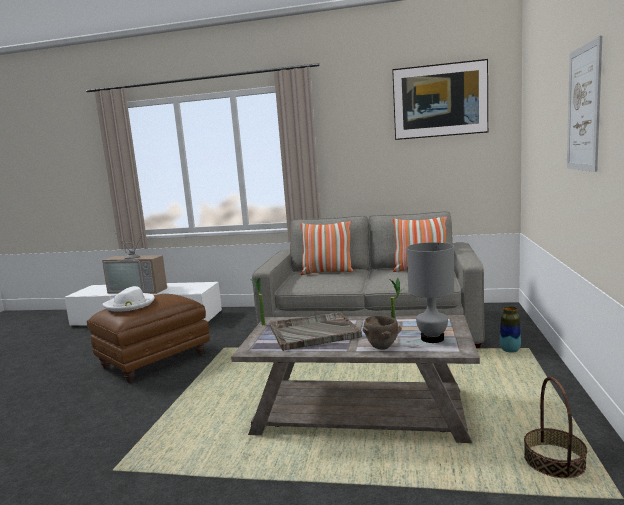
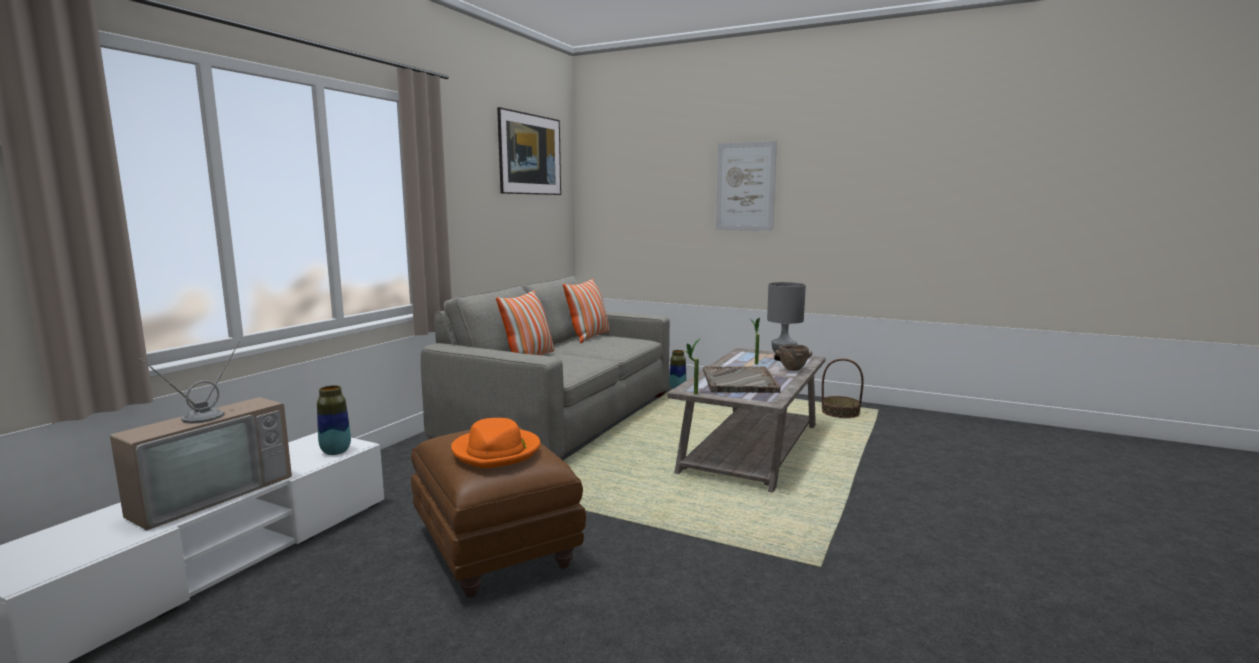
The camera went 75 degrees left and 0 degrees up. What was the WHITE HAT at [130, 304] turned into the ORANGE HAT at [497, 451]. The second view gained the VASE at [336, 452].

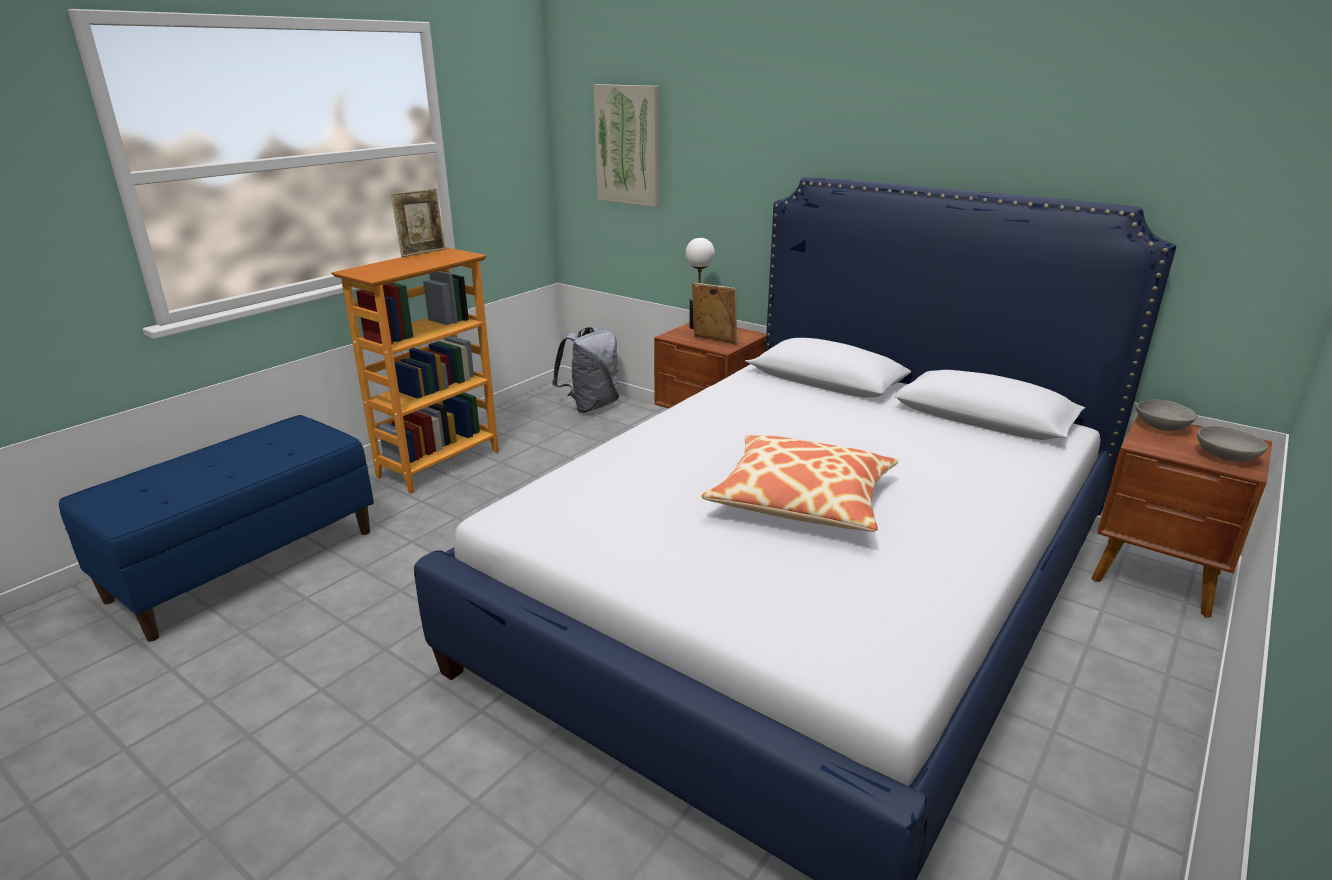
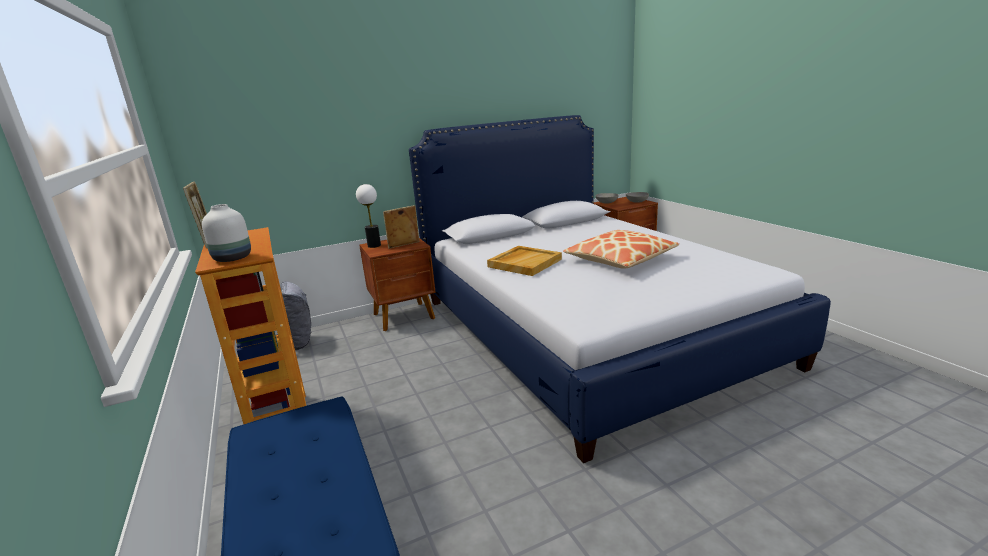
The camera went 60 degrees left and 5 degrees down. The second view lost the PICTURE at [628, 145]. The second view gained the WHITE VASE at [234, 258]. The second view gained the BEIGE TRAY at [524, 263].

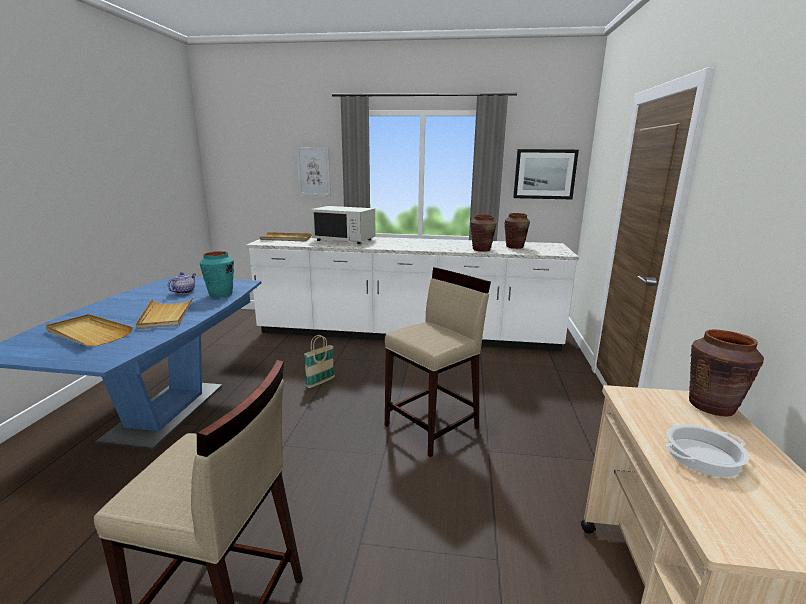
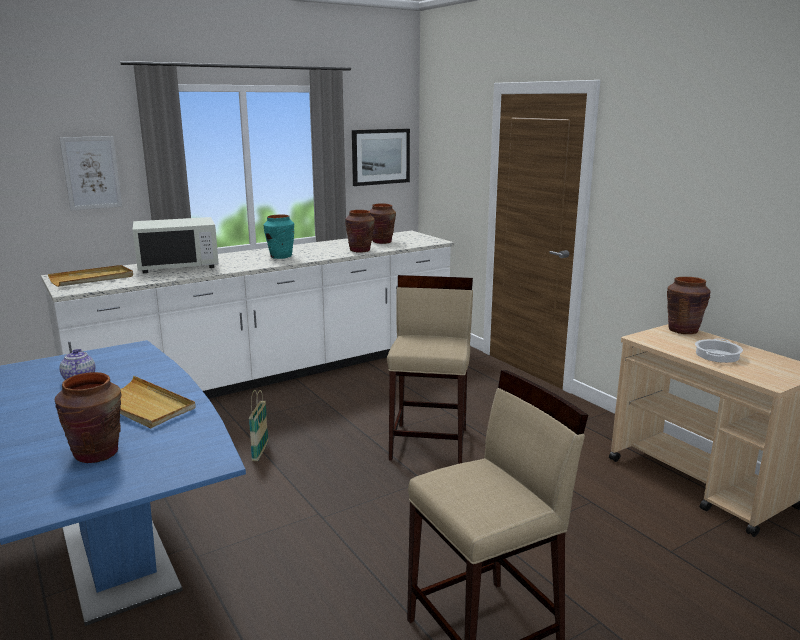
The camera went 40 degrees left and 0 degrees up. The TURQUOISE VASE ended up elsewhere, having gone from [220, 294] to [280, 256]. Where the BEIGE TRAY stood at [88, 333], the BROWN VASE came to stand at [97, 453].

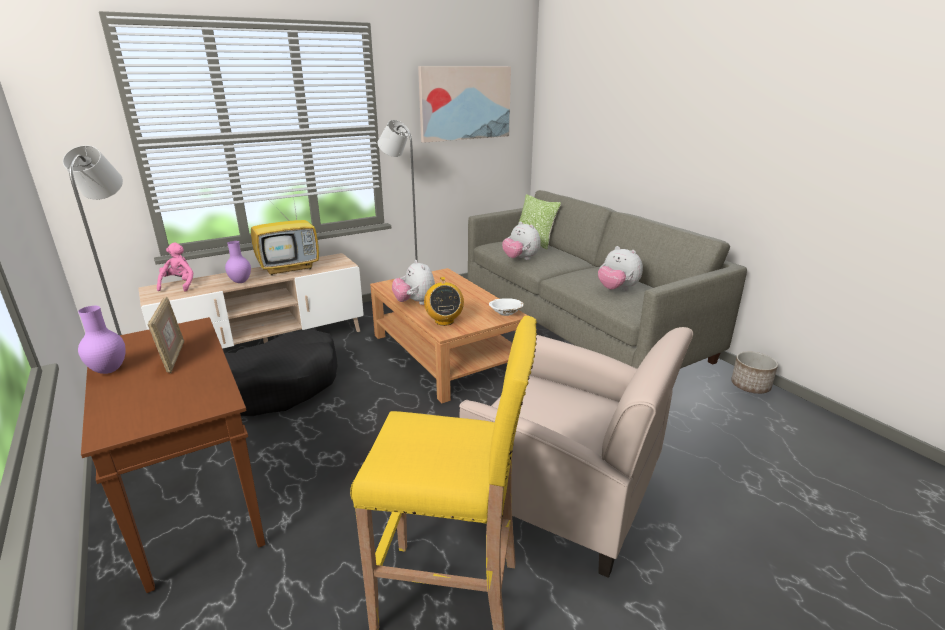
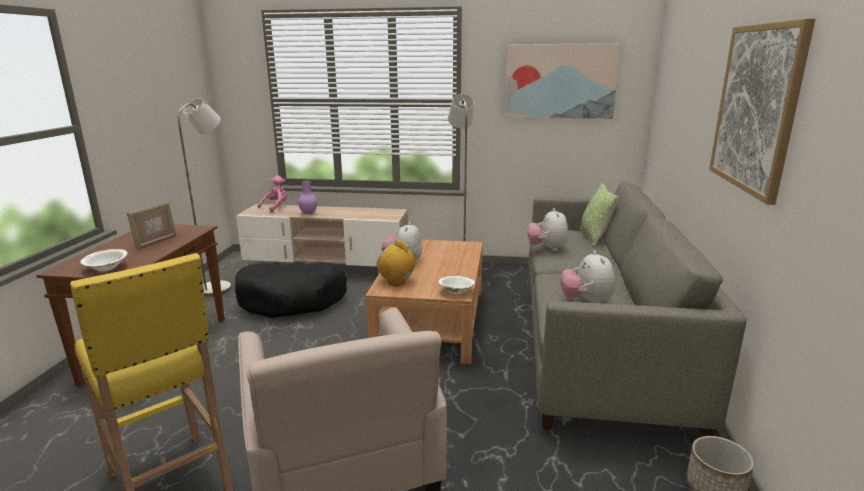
The camera went 40 degrees right and 5 degrees down. The second view lost the TELEVISION at [290, 268]. The RADIO at [444, 321] ended up facing another way, 90 degrees clockwise from before. The second view lost the PURPLE VASE at [110, 370]. The second view gained the PICTURE at [756, 108]. The second view gained the WHITE BOWL at [106, 268].

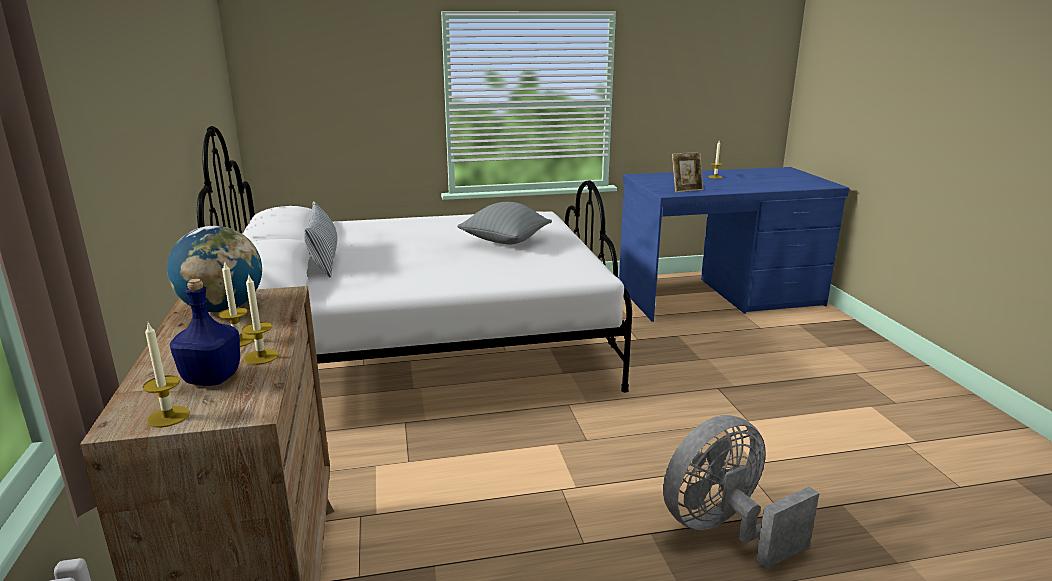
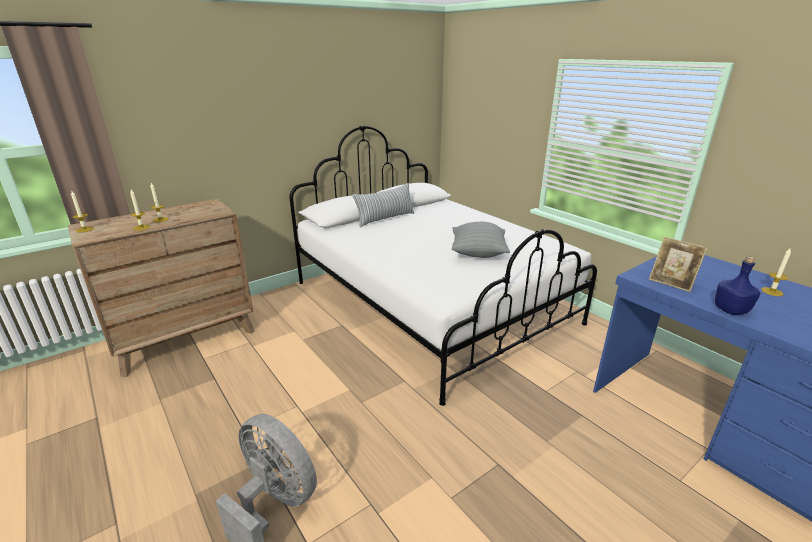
The camera went 65 degrees right and 5 degrees up. The second view lost the GLOBE at [222, 309]. The BLUE BOTTLE ended up elsewhere, having gone from [211, 379] to [730, 310].

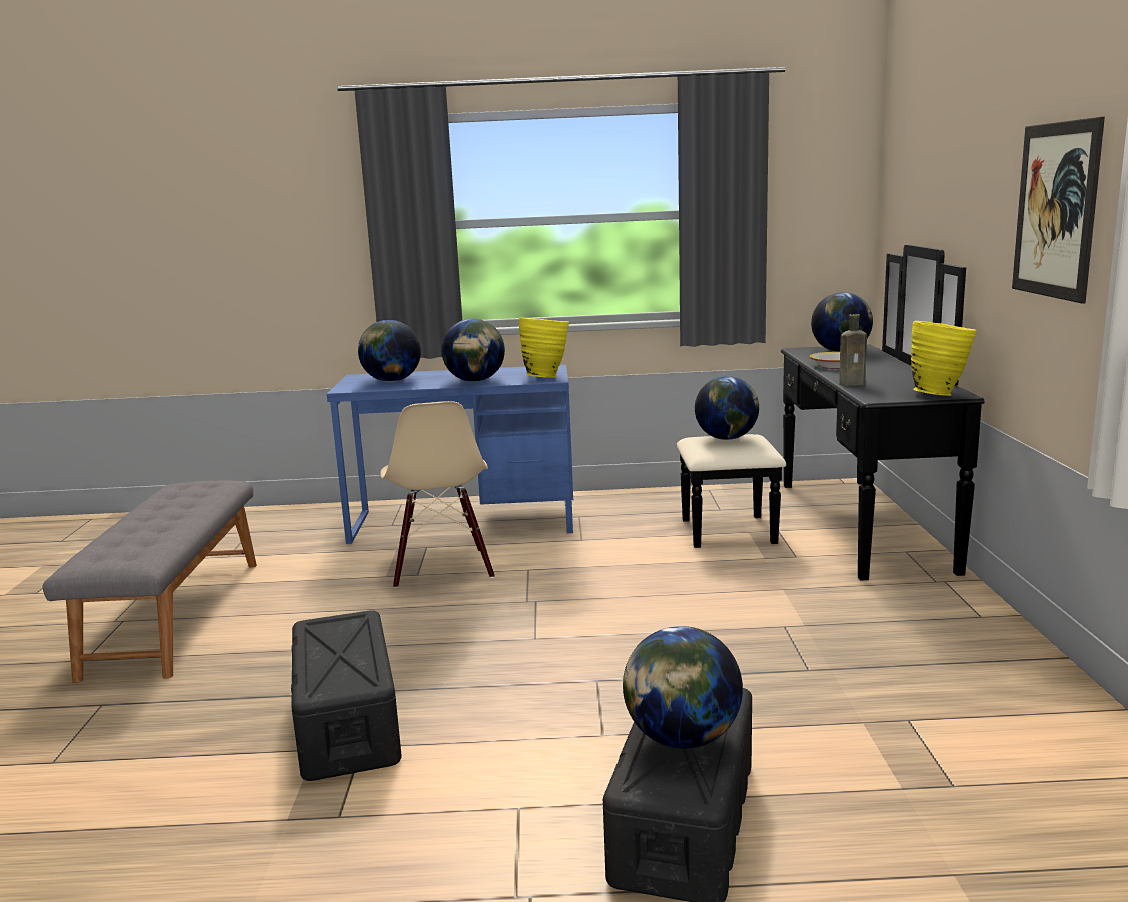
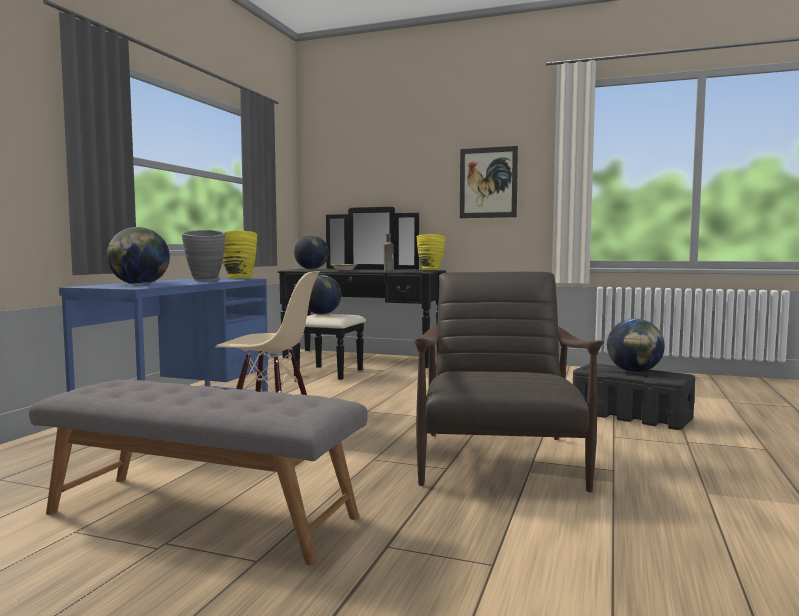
The camera went 70 degrees left and 10 degrees down. Where the GLOBE stood at [475, 381], the GREY VASE came to stand at [205, 281]. Where the BLACK STORAGE BOX stood at [347, 723], the BROWN ARMCHAIR came to stand at [499, 462].

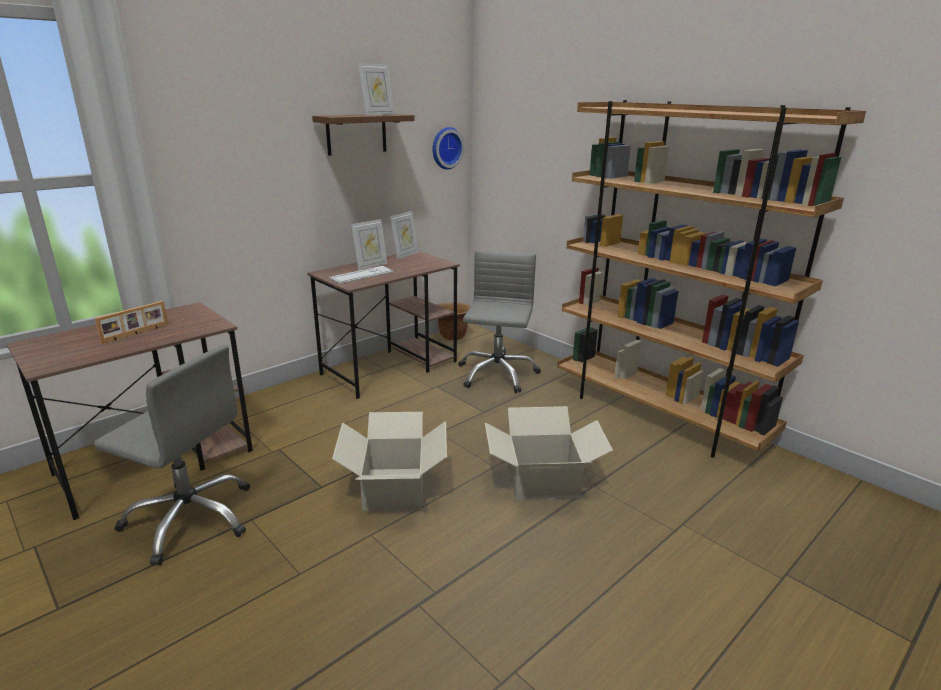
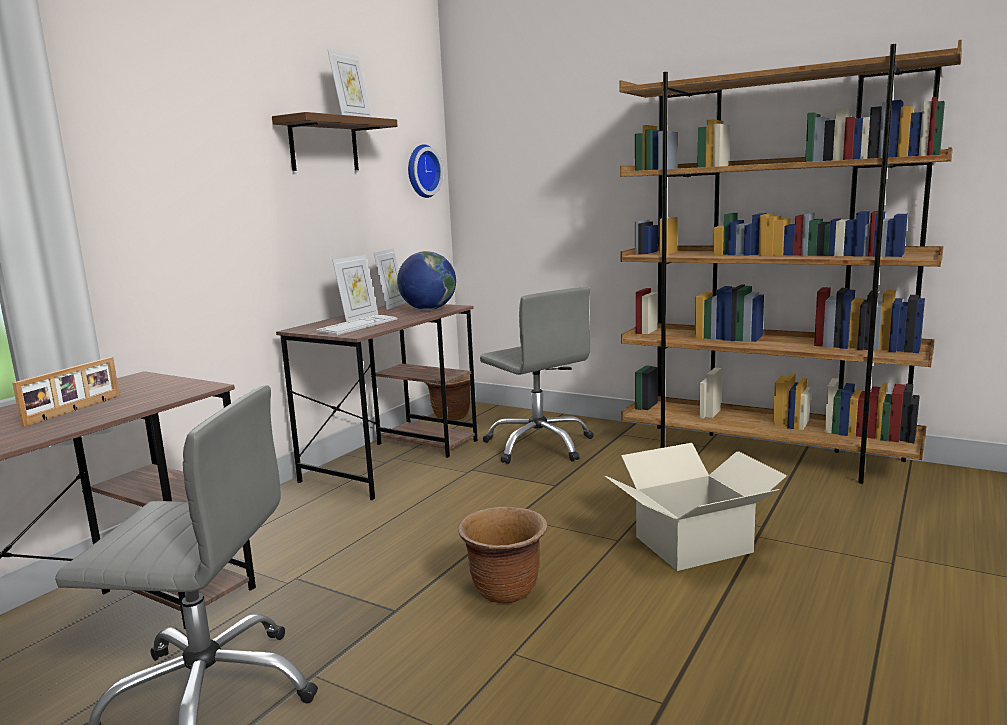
The camera went 15 degrees left and 10 degrees down. The GREY OFFICE CHAIR at [496, 374] ended up facing another way, 150 degrees clockwise from before. Where the CARDBOARD BOX stood at [395, 488], the BROWN PLANTER came to stand at [505, 591]. The second view gained the GLOBE at [428, 309].

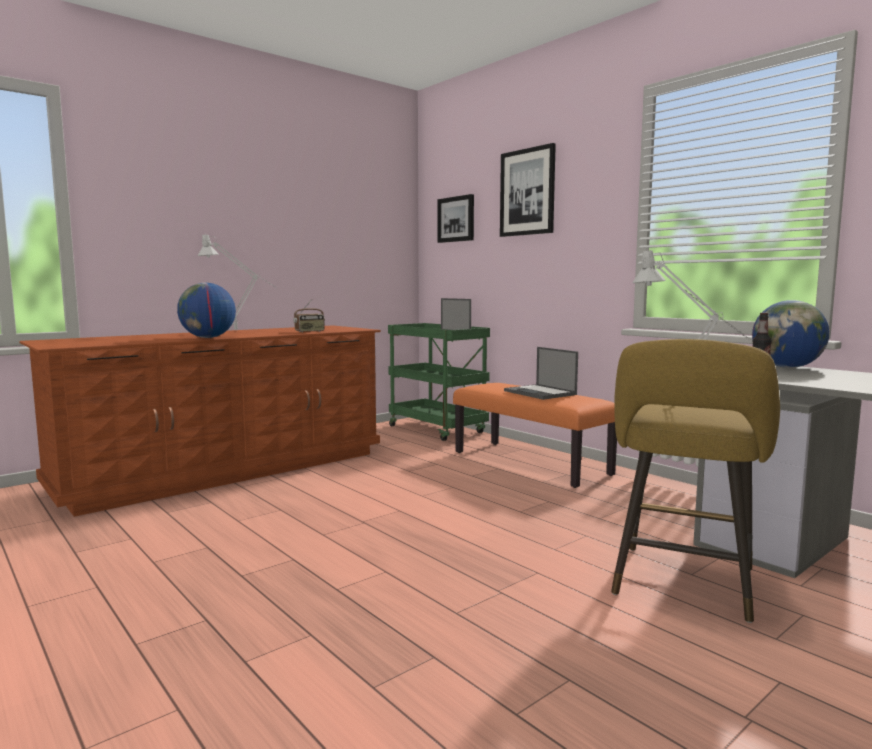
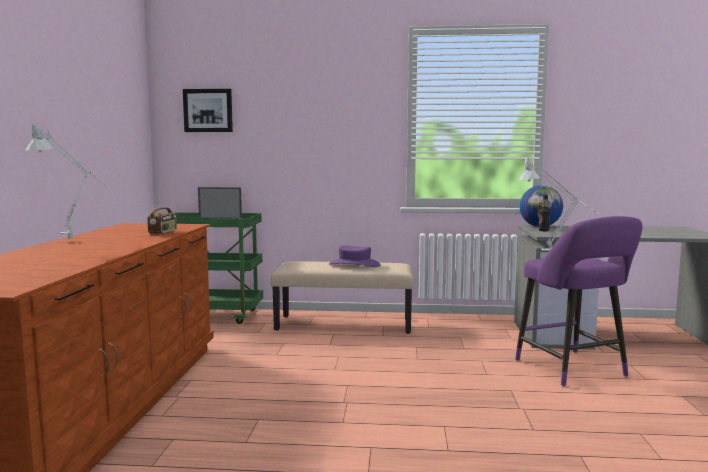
The camera went 45 degrees left and 0 degrees up. The second view lost the PICTURE at [527, 192]. The second view lost the GLOBE at [208, 337]. What was the YELLOW STOOL at [683, 586] turned into the PURPLE STOOL at [574, 370]. Where the LAPTOP stood at [540, 393], the PURPLE HAT came to stand at [354, 264]. What was the ORANGE BENCH at [531, 463] turned into the BEIGE BENCH at [344, 324].

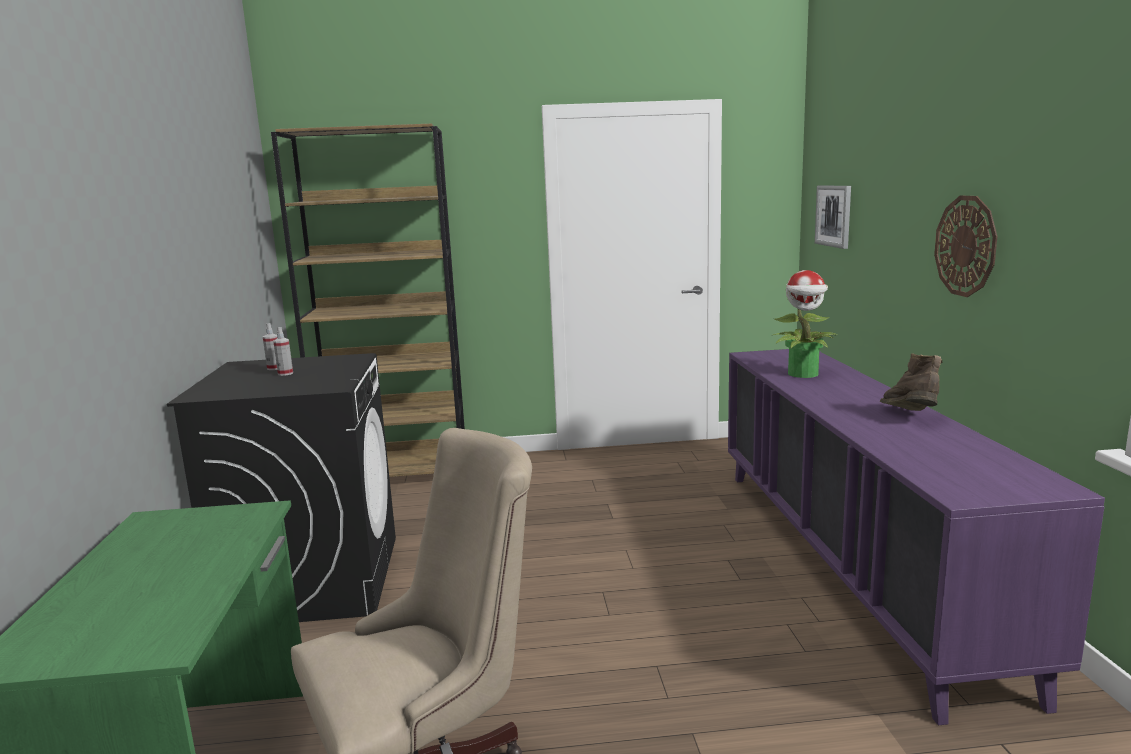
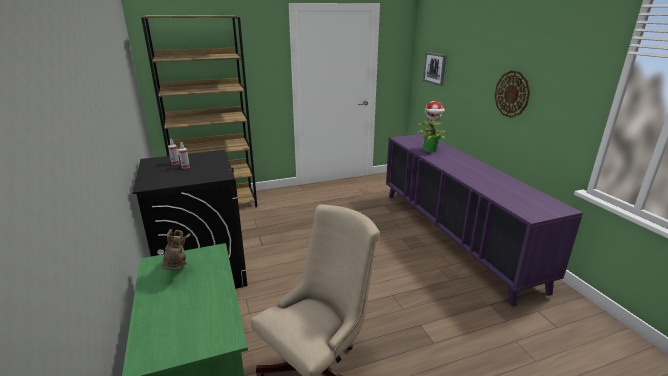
The camera went 15 degrees left and 10 degrees up. The BROWN BOOT ended up elsewhere, having gone from [910, 416] to [177, 270].

